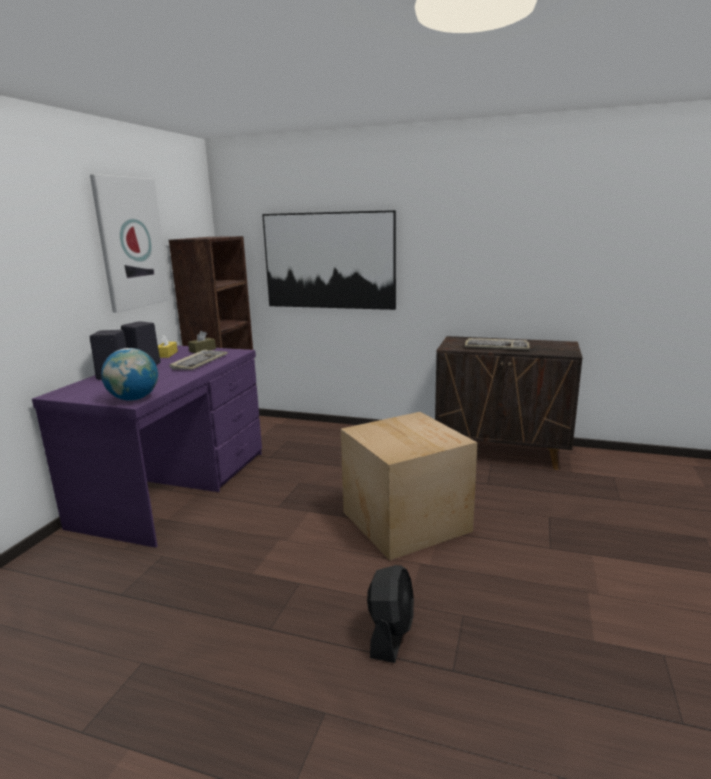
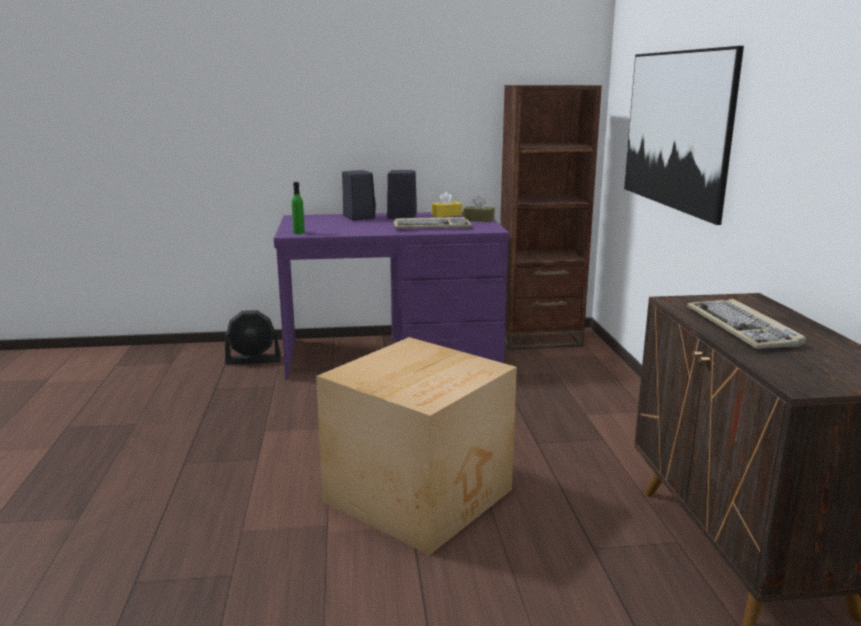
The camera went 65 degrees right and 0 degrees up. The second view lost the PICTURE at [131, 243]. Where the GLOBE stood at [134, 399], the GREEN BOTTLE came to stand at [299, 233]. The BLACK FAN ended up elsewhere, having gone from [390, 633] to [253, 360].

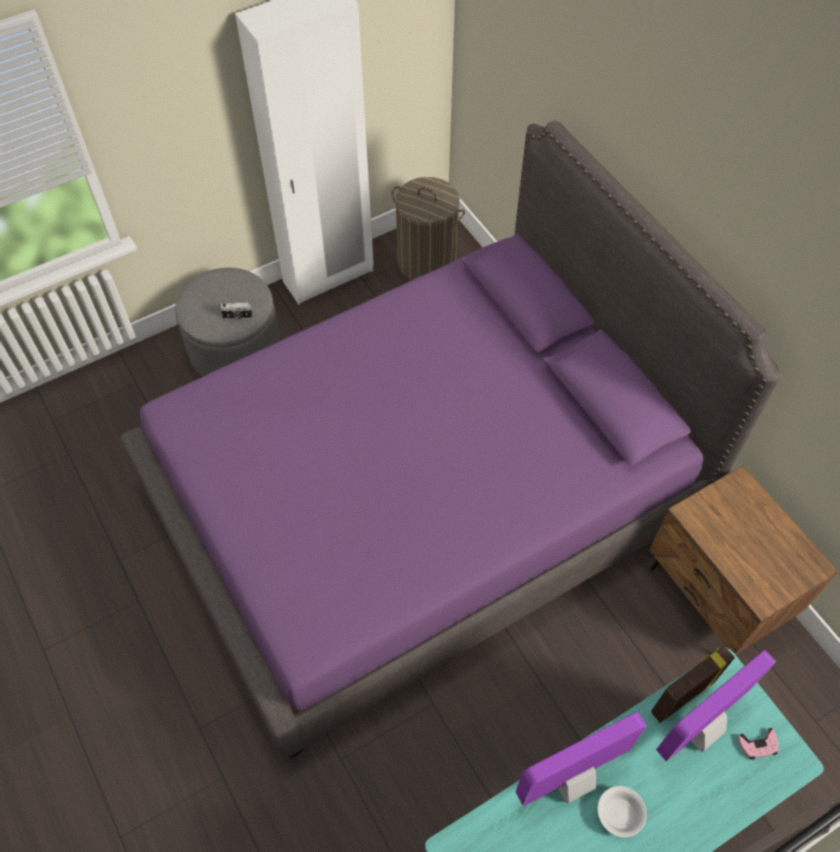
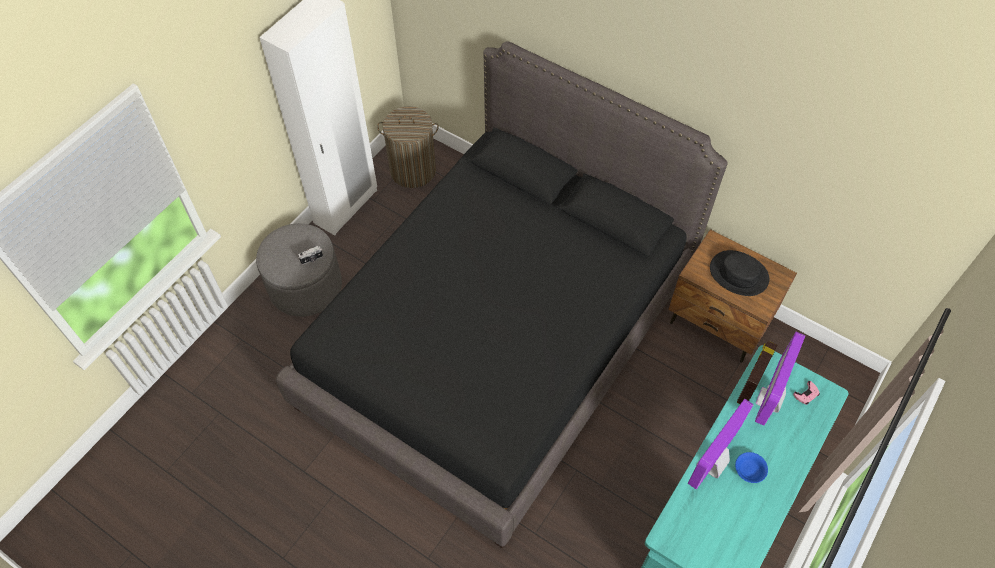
The camera went 25 degrees left and 0 degrees up. What was the PURPLE BED at [420, 501] turned into the BLACK BED at [498, 340]. What was the WHITE BOWL at [619, 813] turned into the BLUE BOWL at [749, 470]. The second view gained the BLACK HAT at [739, 273].

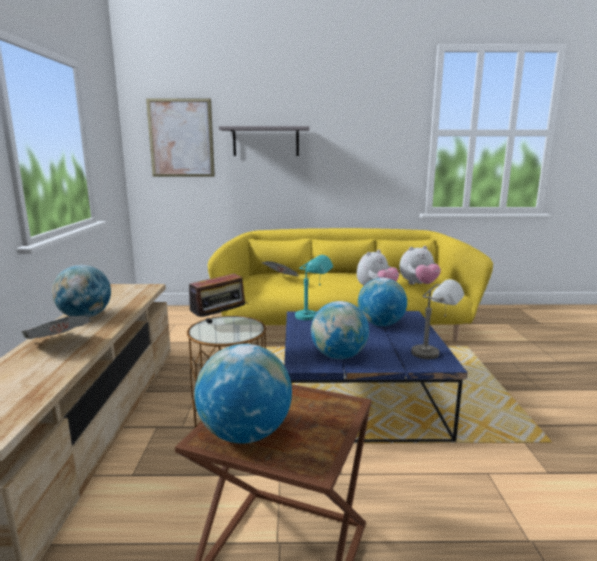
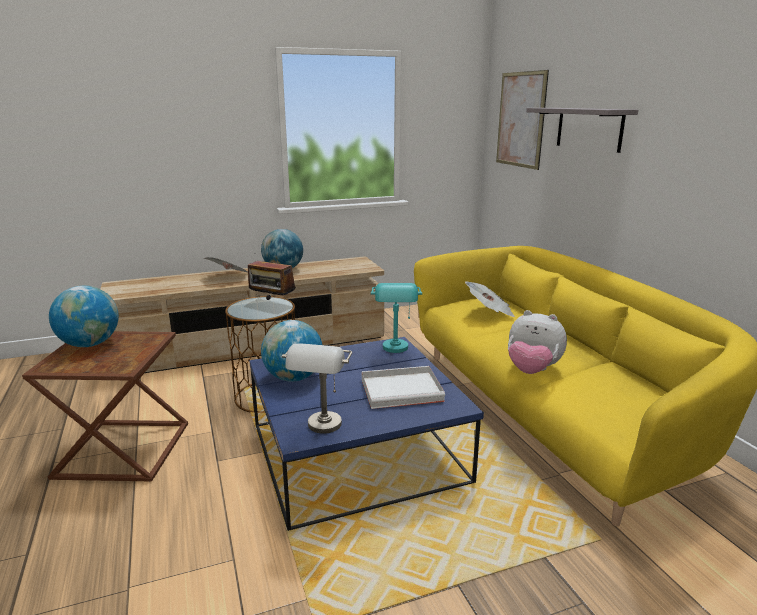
The camera went 70 degrees right and 5 degrees up. The second view lost the PLUSH TOY at [418, 284]. Where the GLOBE stood at [380, 324], the WHITE TRAY came to stand at [403, 390].

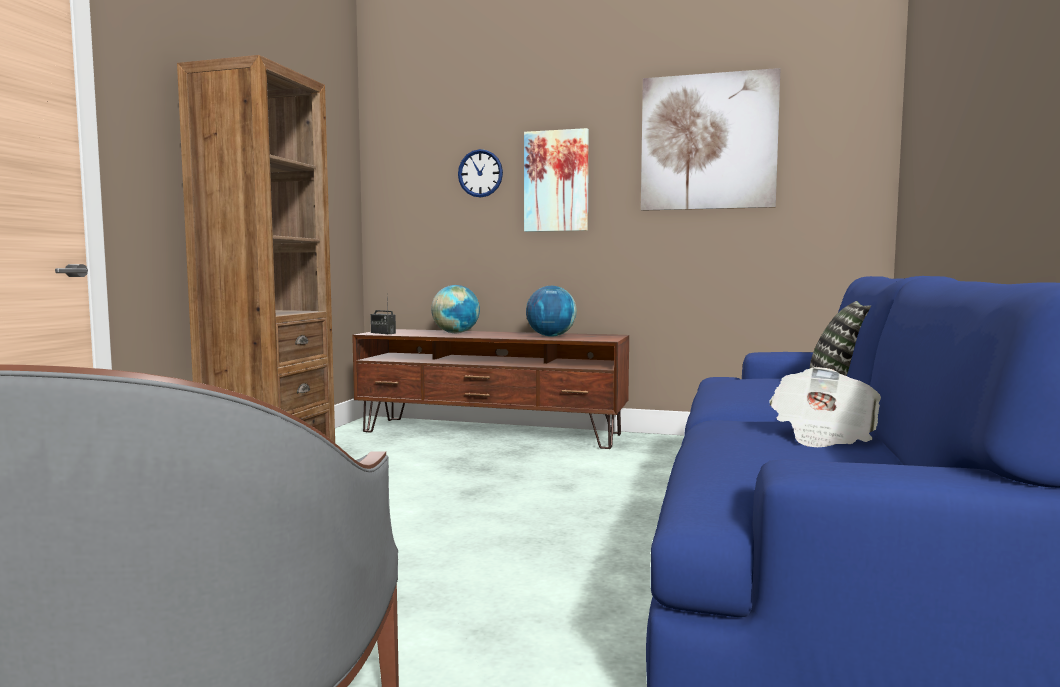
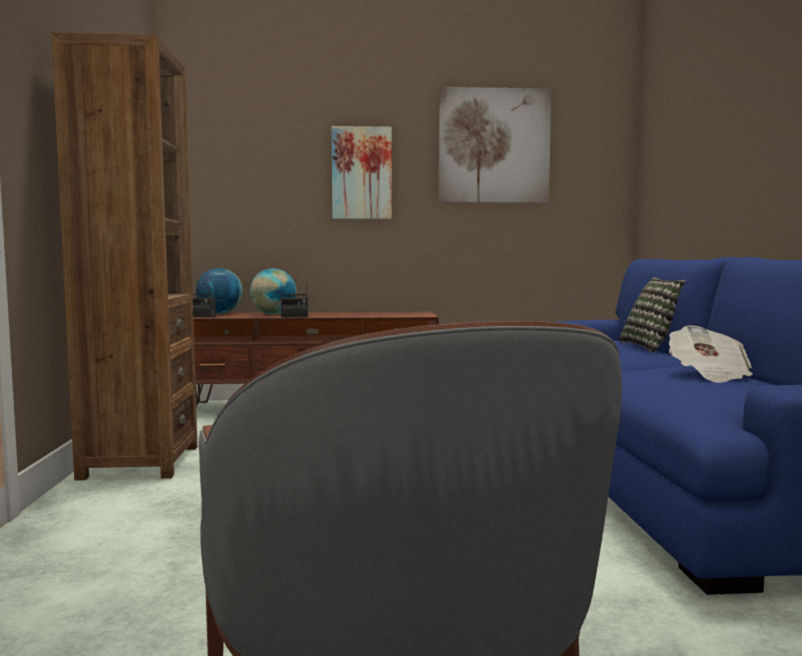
The camera went 20 degrees left and 0 degrees up. The second view lost the WALL CLOCK at [480, 173]. The GLOBE ended up elsewhere, having gone from [551, 336] to [220, 313]. The second view gained the RADIO at [294, 316].

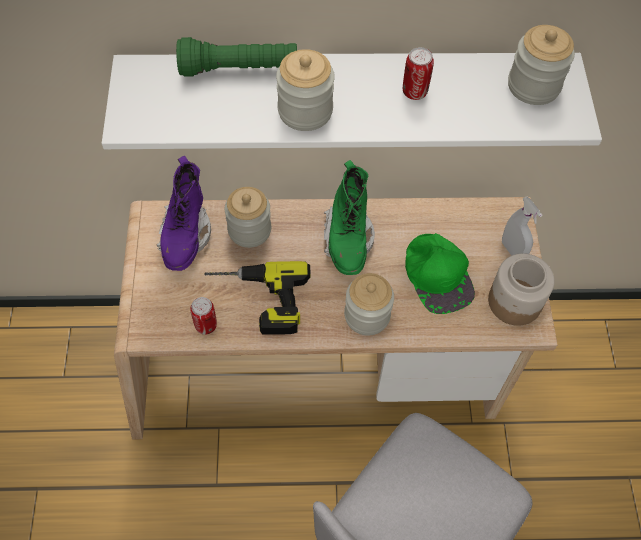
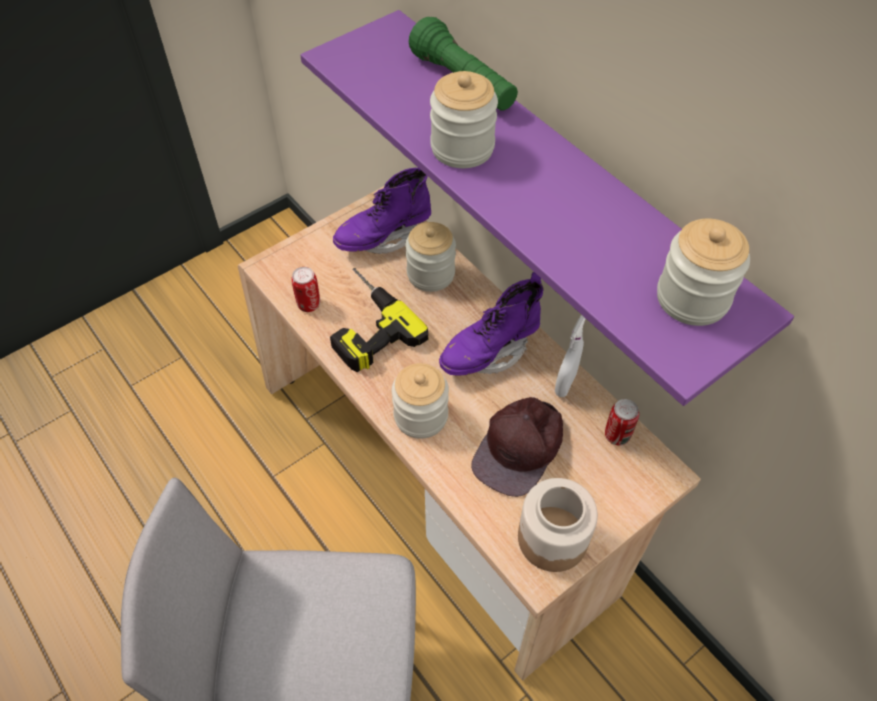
The camera went 55 degrees right and 5 degrees down. The CAN ended up elsewhere, having gone from [414, 92] to [617, 435]. What was the WHITE SHELF at [346, 86] turned into the PURPLE SHELF at [560, 182]. What was the GREEN BOOT at [348, 239] turned into the PURPLE BOOT at [490, 351]. The WHITE SPRAY BOTTLE ended up elsewhere, having gone from [512, 251] to [565, 383]. What was the GREEN CAP at [437, 275] turned into the BROWN CAP at [520, 448].

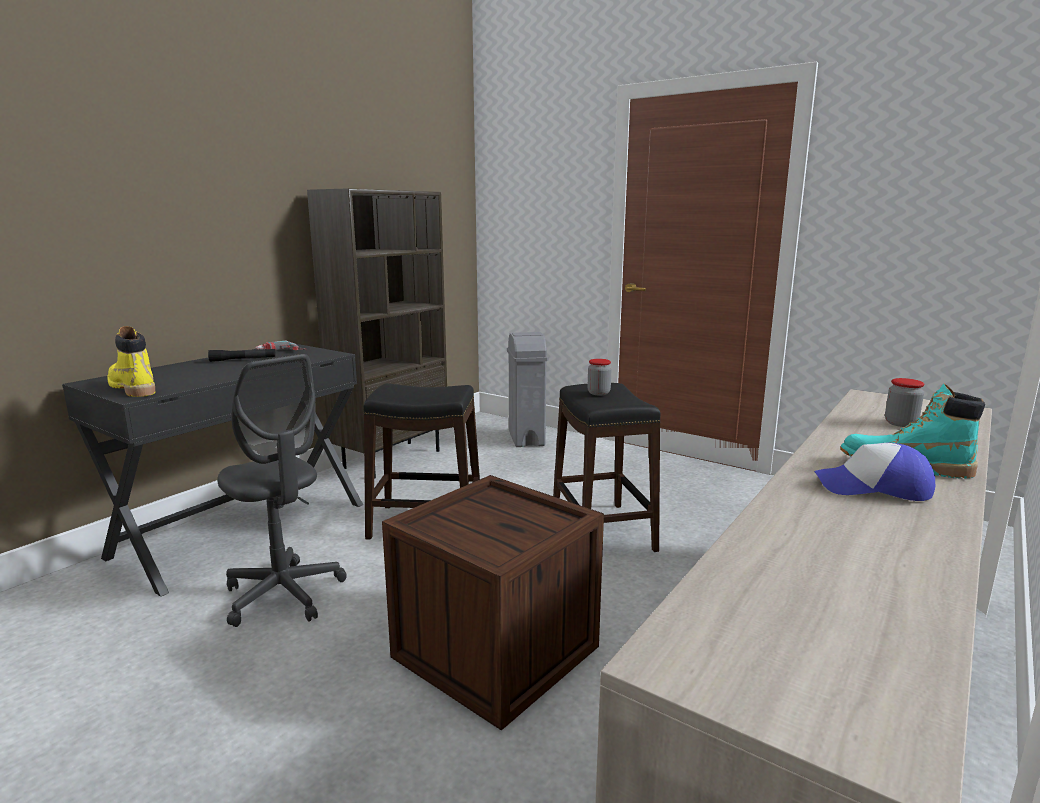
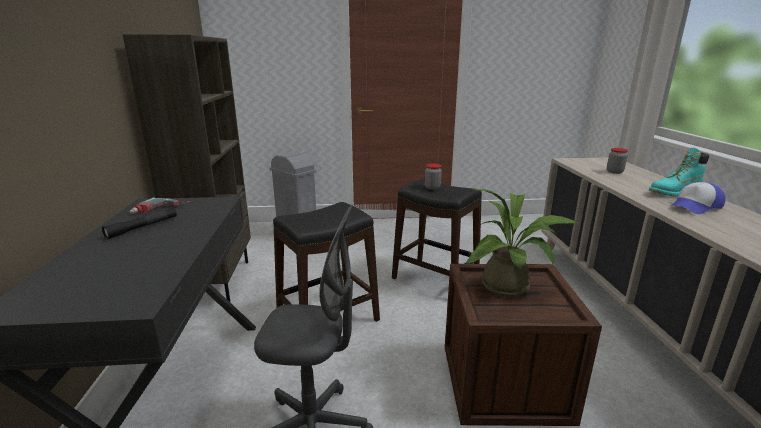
The camera went 40 degrees left and 5 degrees up. The second view lost the YELLOW BOOT at [132, 388]. The second view gained the POTTED PLANT at [511, 288].

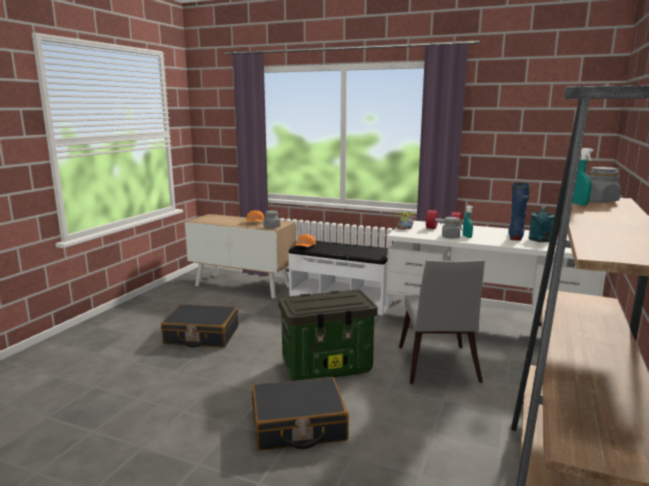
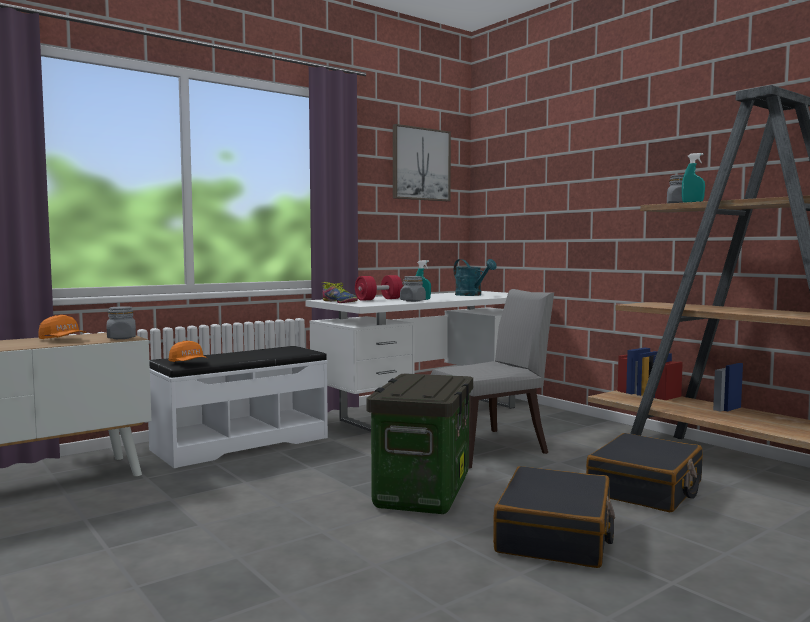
The camera went 60 degrees left and 10 degrees down. The second view lost the BLUE BOOT at [515, 237]. The GREY CHAIR at [437, 367] ended up facing another way, 60 degrees counterclockwise from before. The BLACK SUITCASE ended up elsewhere, having gone from [201, 336] to [645, 489]. The second view gained the PICTURE at [420, 164].

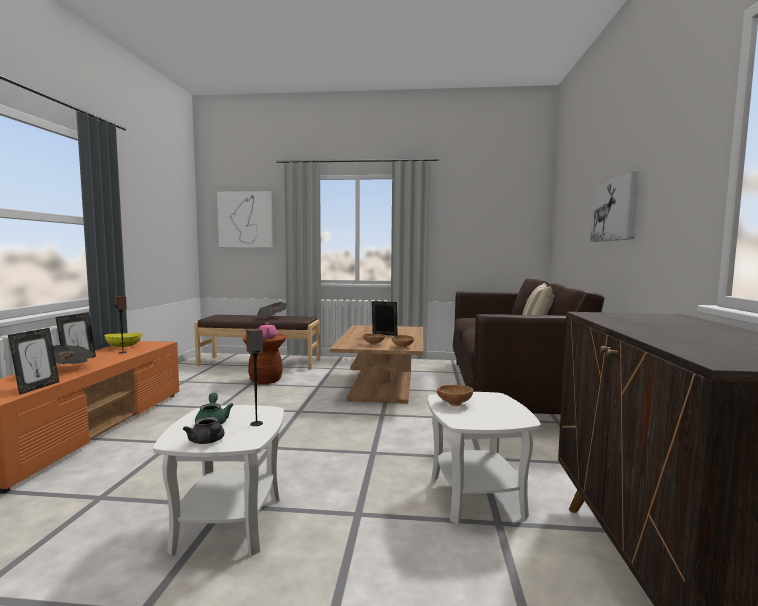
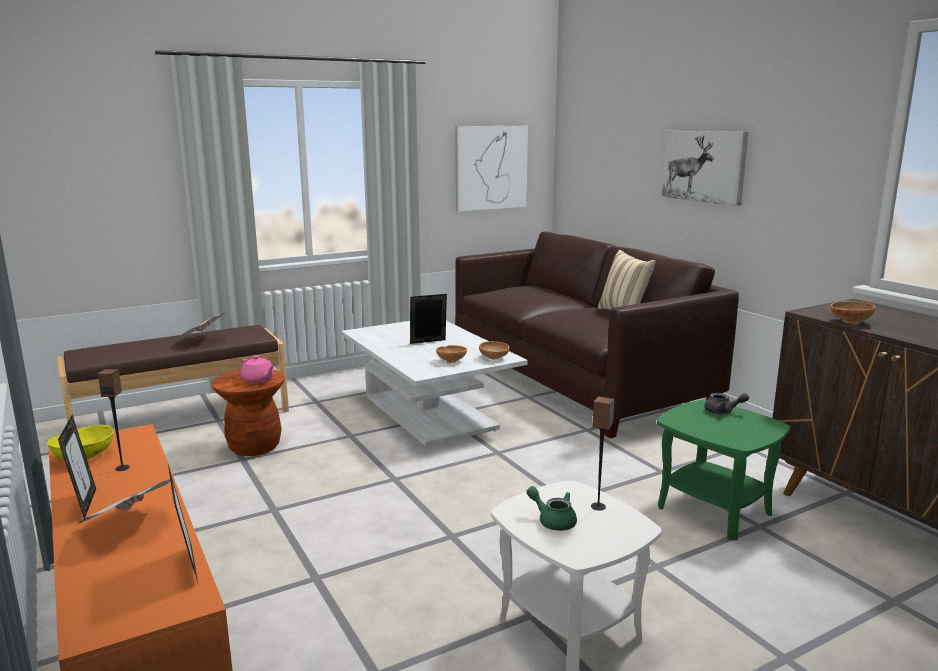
The camera went 35 degrees left and 10 degrees up. The PICTURE ended up elsewhere, having gone from [245, 219] to [490, 167]. What was the BROWN COFFEE TABLE at [382, 385] turned into the WHITE COFFEE TABLE at [429, 412]. The BROWN BOWL ended up elsewhere, having gone from [454, 403] to [849, 322]. What was the WHITE SIDE TABLE at [476, 496] turned into the GREEN SIDE TABLE at [714, 510]. The GREY TEAPOT ended up elsewhere, having gone from [207, 441] to [723, 411].

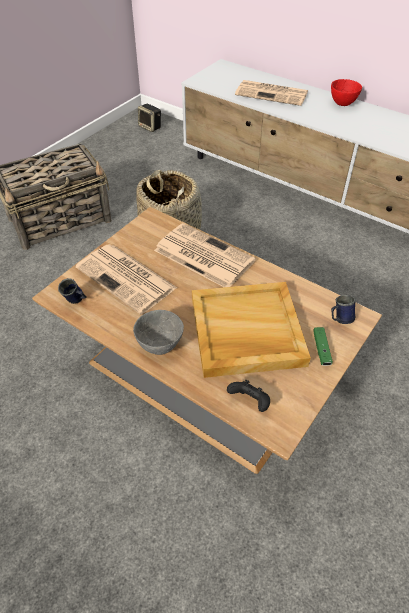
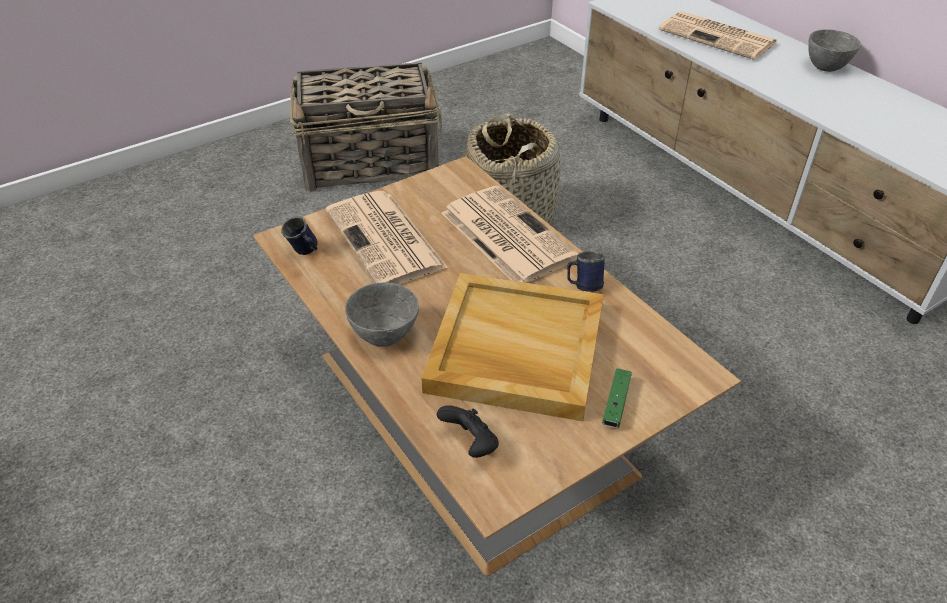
The camera went 20 degrees right and 5 degrees down. What was the RED BOWL at [342, 103] turned into the GREY BOWL at [824, 67]. The second view lost the SPEAKER at [150, 127]. The BLUE MUG ended up elsewhere, having gone from [339, 319] to [583, 286].

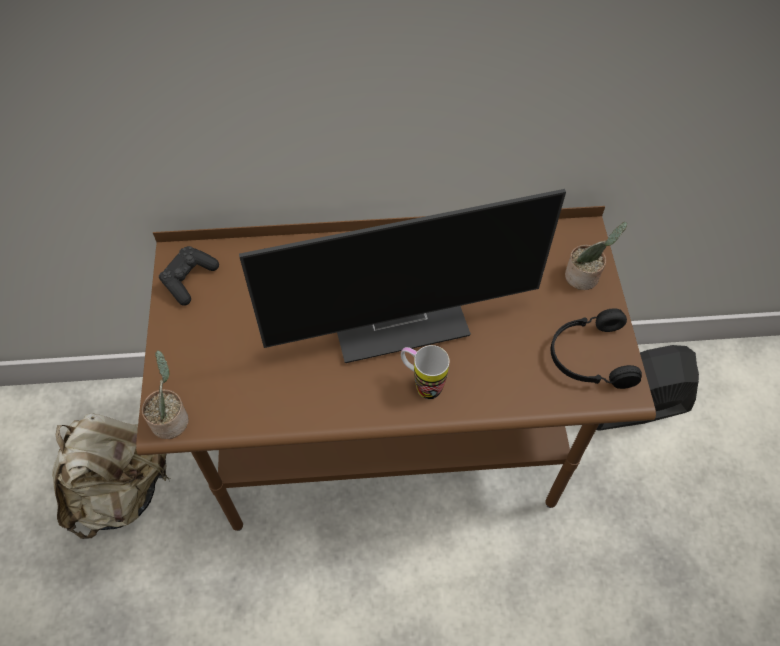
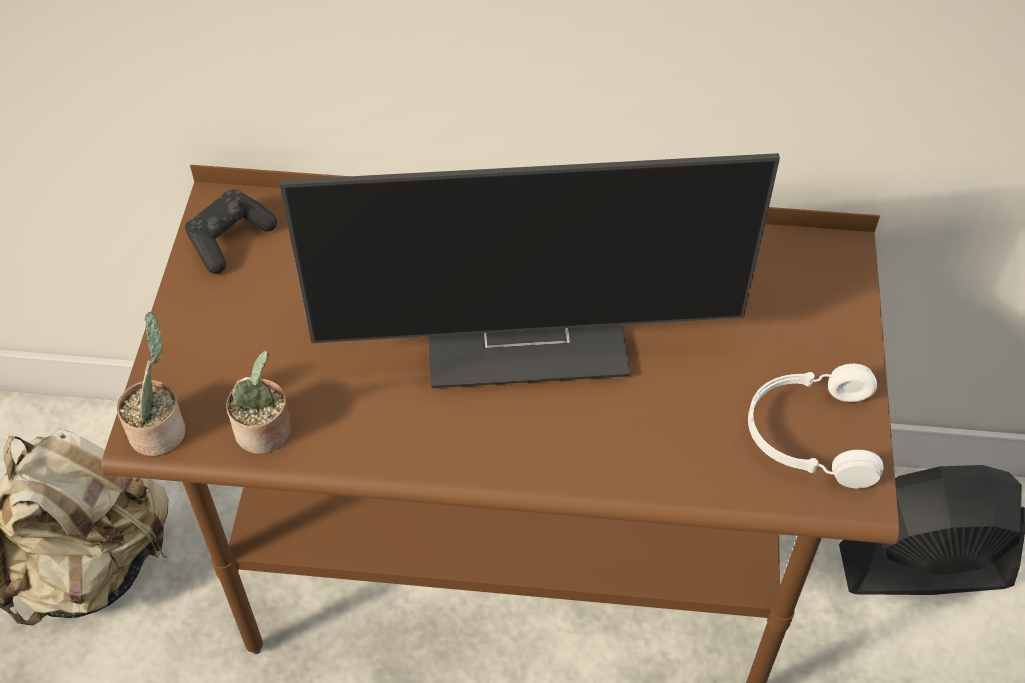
The camera went 10 degrees right and 5 degrees down. The POTTED PLANT ended up elsewhere, having gone from [584, 277] to [266, 432]. What was the BLACK HEADPHONES at [589, 357] turned into the WHITE HEADPHONES at [809, 434]. The second view lost the MUG at [422, 384].

